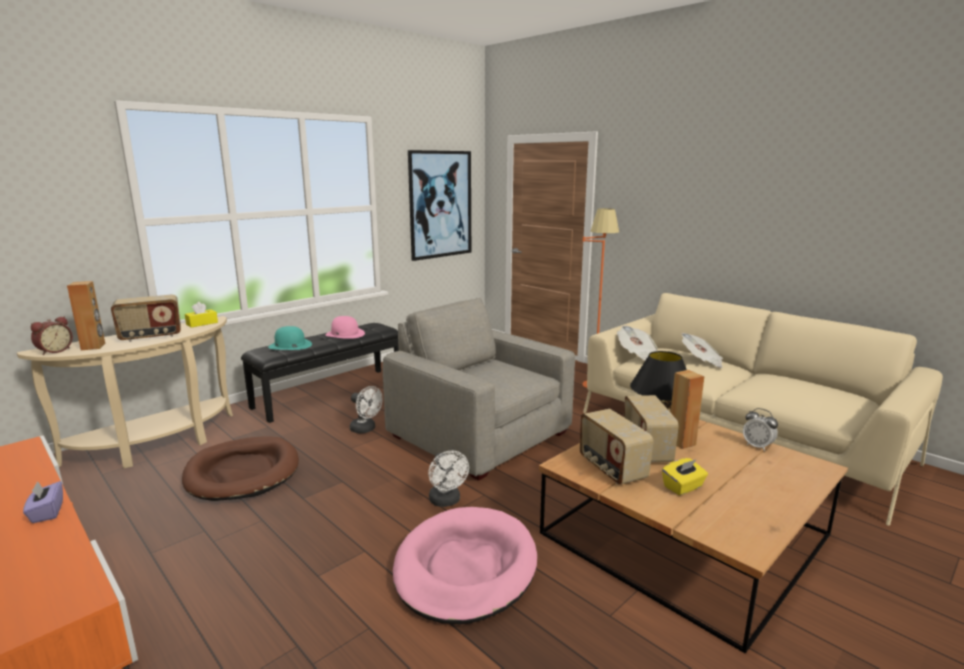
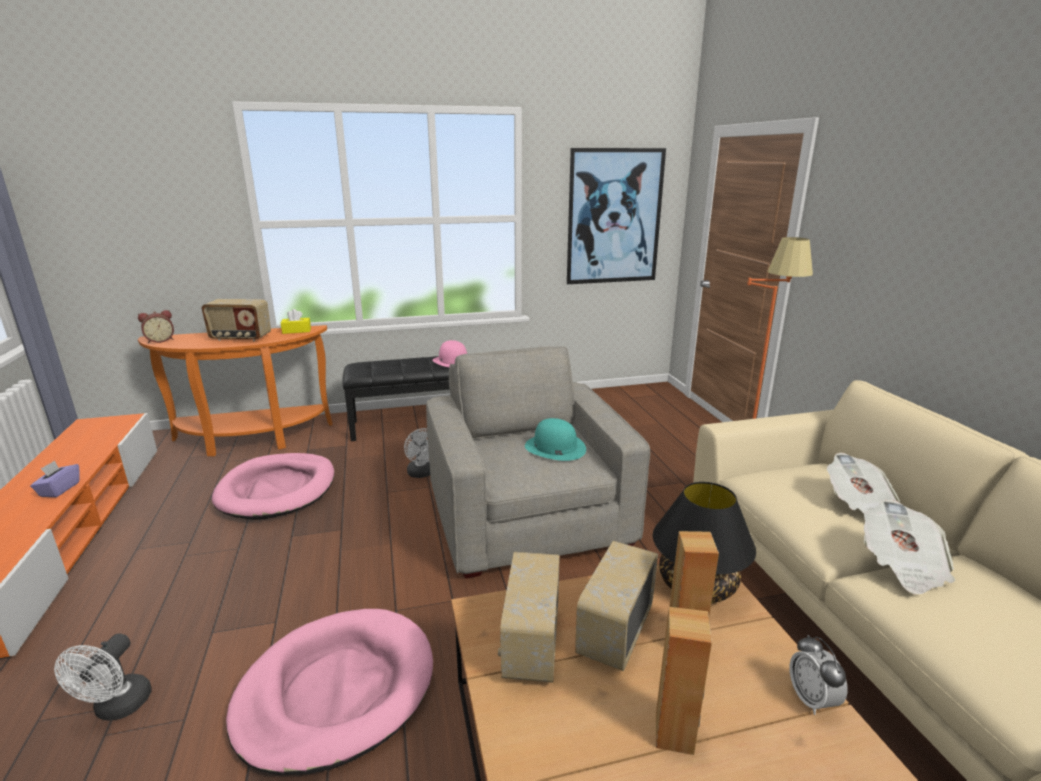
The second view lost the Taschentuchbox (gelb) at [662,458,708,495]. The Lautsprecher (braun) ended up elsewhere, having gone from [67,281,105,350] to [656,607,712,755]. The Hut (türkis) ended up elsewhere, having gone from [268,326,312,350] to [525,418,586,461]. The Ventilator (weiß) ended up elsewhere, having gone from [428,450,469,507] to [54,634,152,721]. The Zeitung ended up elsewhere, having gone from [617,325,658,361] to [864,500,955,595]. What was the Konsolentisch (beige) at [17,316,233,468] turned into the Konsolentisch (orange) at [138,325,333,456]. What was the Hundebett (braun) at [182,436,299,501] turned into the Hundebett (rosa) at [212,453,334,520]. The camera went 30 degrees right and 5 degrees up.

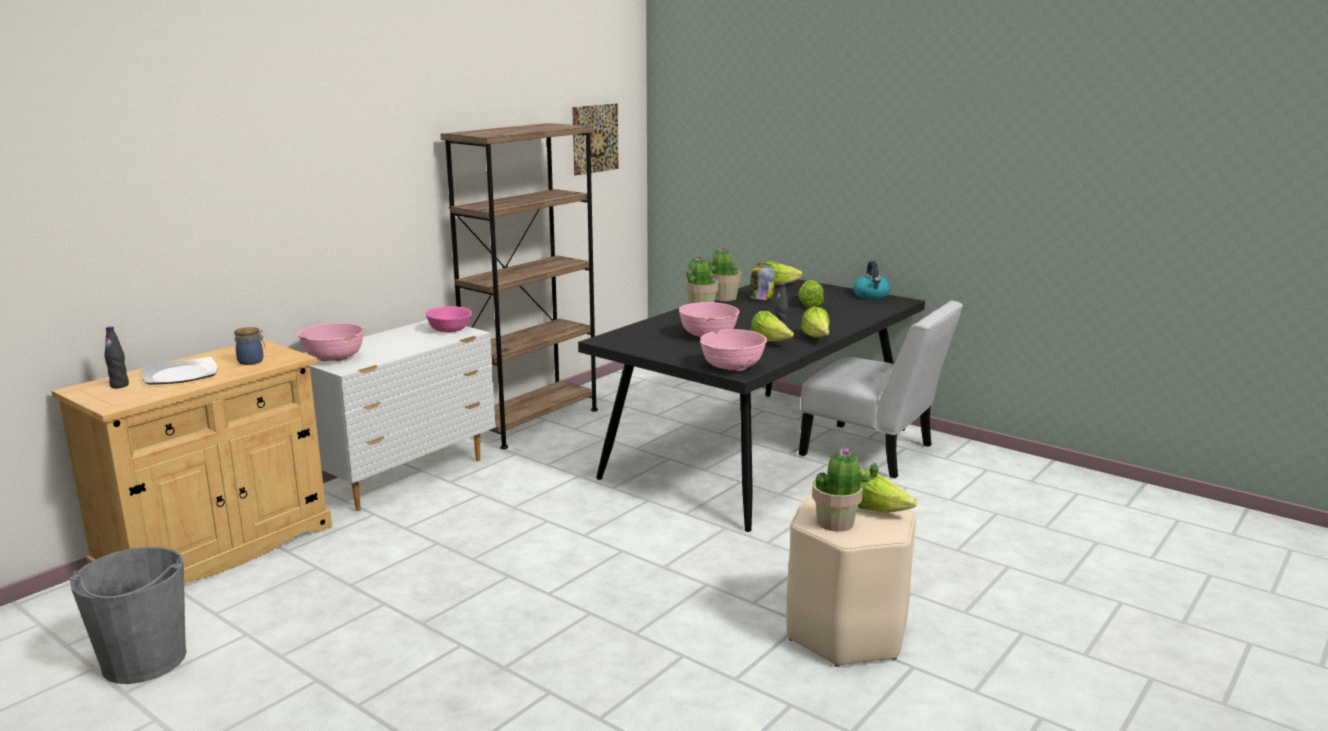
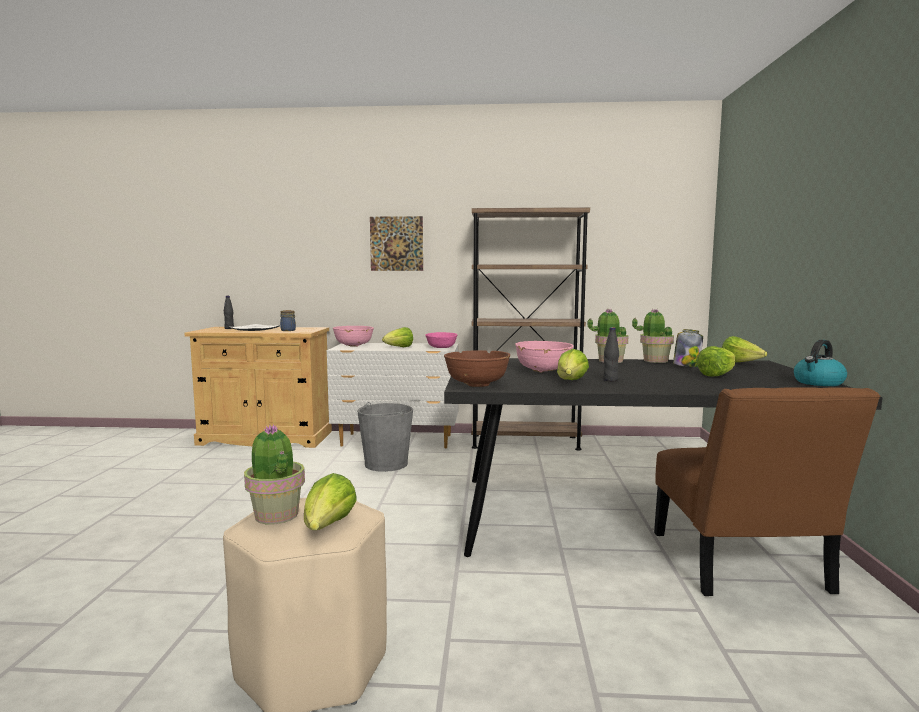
The Eimer (grau) ended up elsewhere, having gone from [70,547,187,684] to [357,402,413,472]. The Bild ended up elsewhere, having gone from [572,104,619,176] to [370,216,423,271]. The Salatkopf ended up elsewhere, having gone from [801,306,830,337] to [382,327,413,347]. What was the Schüssel (rosa) at [700,329,767,372] turned into the Schüssel (braun) at [444,350,510,387]. What was the Stuhl (weiß) at [799,301,963,479] turned into the Stuhl (braun) at [654,387,880,596]. The camera went 55 degrees right and 10 degrees down.

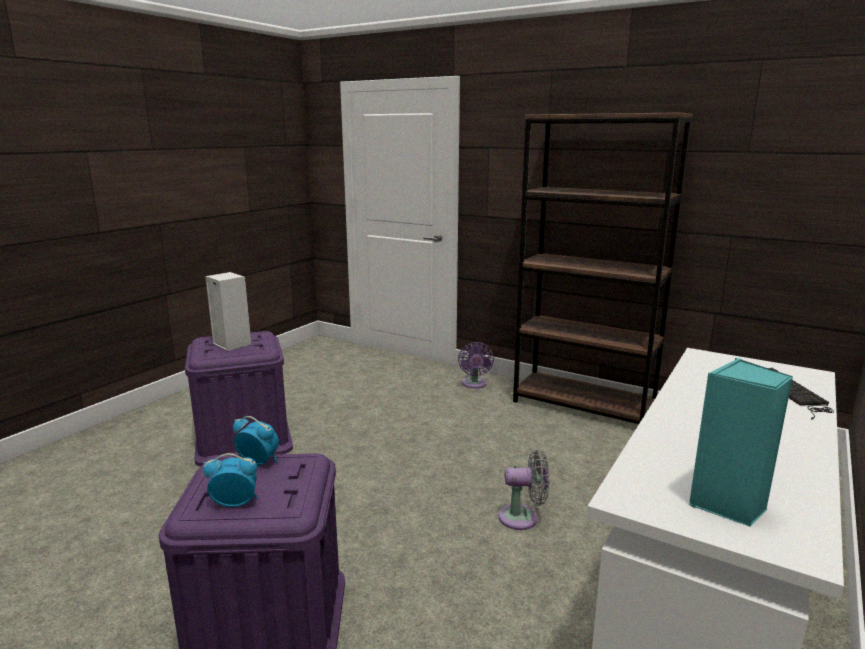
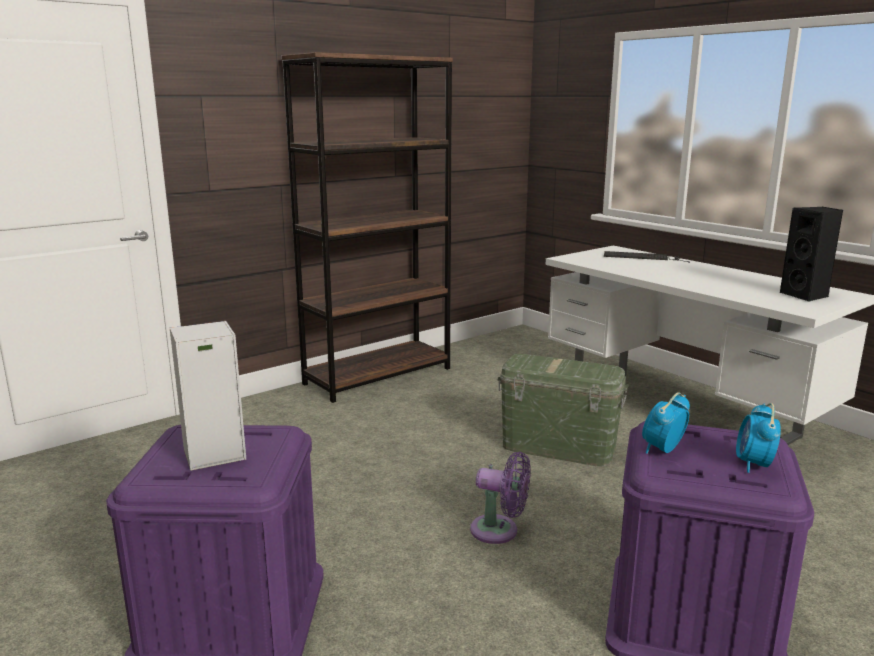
The Ventilator (lila) ended up elsewhere, having gone from [458,342,494,388] to [470,452,531,544]. Where the Ventilator (grau) stood at [498,450,549,530], the Aufbewahrungsbox (grün) came to stand at [498,354,628,467]. What was the Lautsprecher (türkis) at [689,358,793,527] turned into the Lautsprecher (schwarz) at [780,207,843,302]. The camera went 70 degrees left and 0 degrees up.

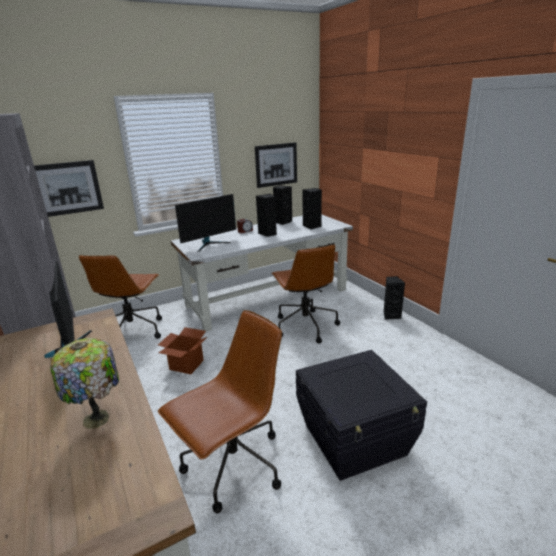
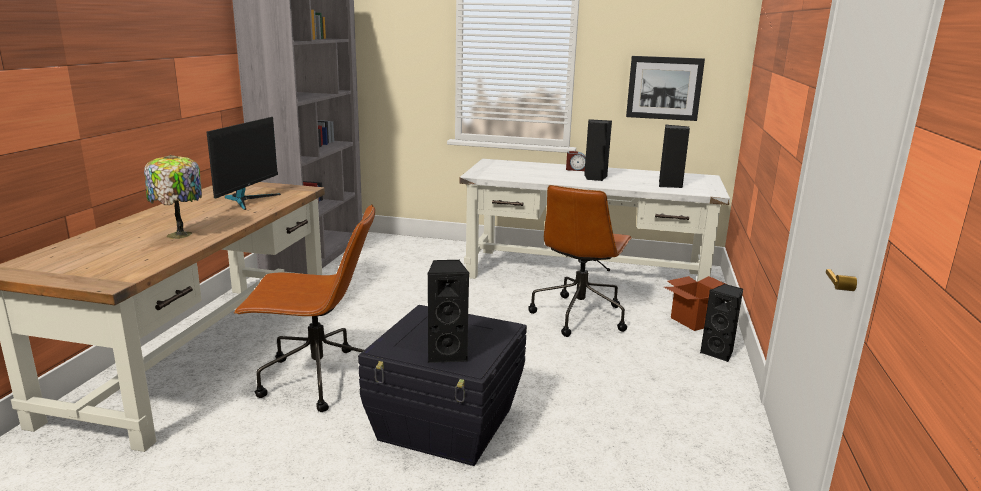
The second view lost the Bild at [34,160,104,217]. The second view lost the Bürostuhl (braun) at [79,255,162,339]. The second view lost the Monitor at [175,194,236,252]. The Karton ended up elsewhere, having gone from [158,327,207,374] to [664,276,728,331]. The Lautsprecher (schwarz) ended up elsewhere, having gone from [273,185,292,225] to [427,260,469,363]. The camera went 40 degrees right and 5 degrees down.

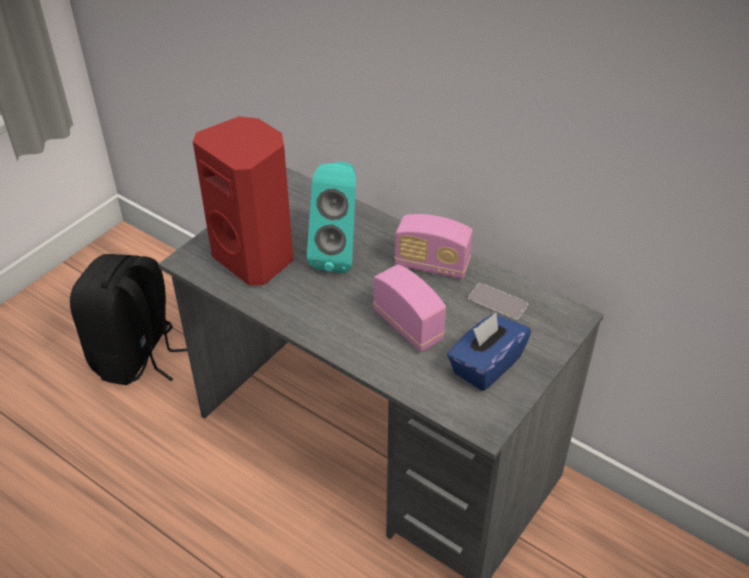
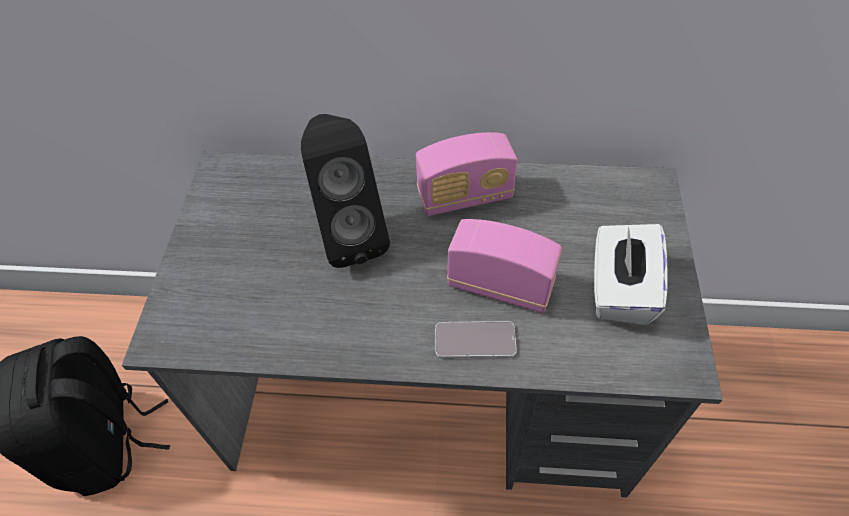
The second view lost the Lautsprecher (rot) at [193,116,294,286]. The Handy ended up elsewhere, having gone from [468,283,528,320] to [435,321,517,358]. What was the Lautsprecher (türkis) at [307,162,356,273] turned into the Lautsprecher (schwarz) at [301,114,390,268]. What was the Taschentuchbox (blau) at [447,312,531,391] turned into the Taschentuchbox (weiß) at [594,224,668,325]. The camera went 30 degrees left and 10 degrees up.

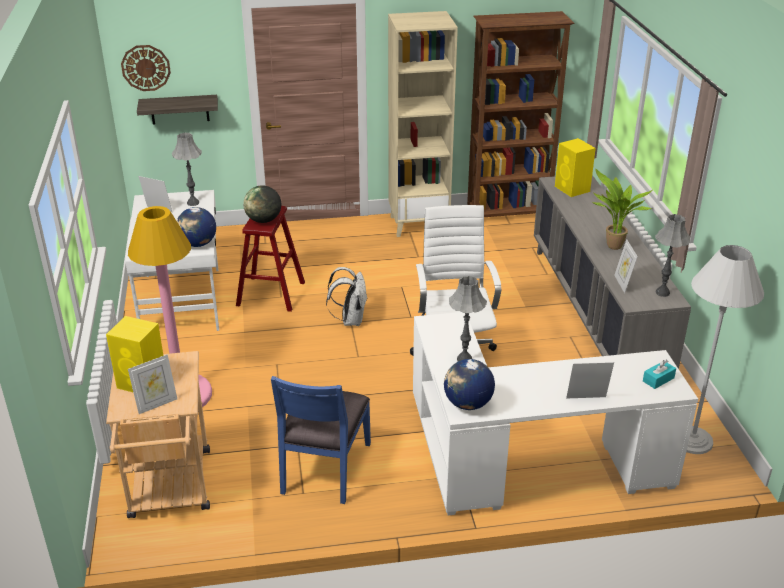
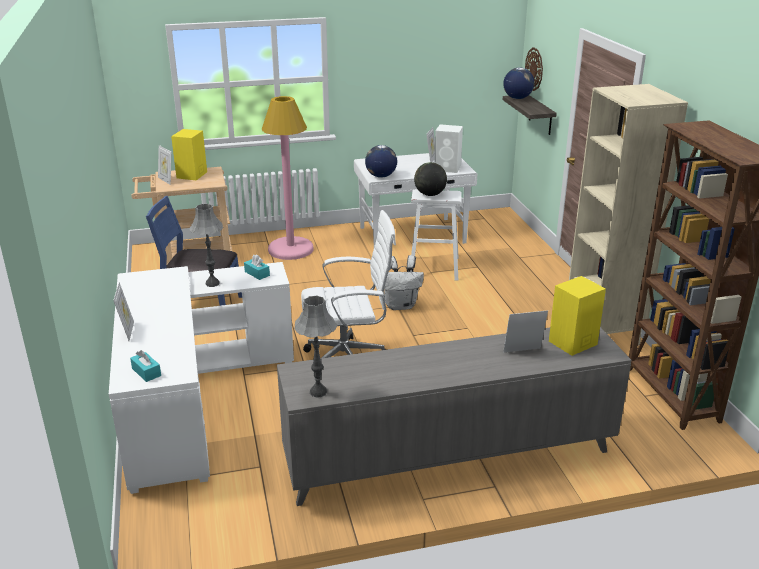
The second view lost the Topfpflanze at [591,169,652,250]. The second view lost the Stehlampe (weiß) at [686,245,764,454]. The second view gained the Taschentuchbox (türkis) at [244,254,270,280]. The Globus ended up elsewhere, having gone from [444,359,495,410] to [503,67,535,99]. The Bilderrahmen ended up elsewhere, having gone from [614,239,638,293] to [503,310,548,353]. Where the Tischlampe (grau) stood at [172,132,202,206], the Lautsprecher (weiß) came to stand at [434,124,463,173]. What was the Hocker (rot) at [236,206,305,312] turned into the Hocker (weiß) at [411,189,462,281]. The camera went 85 degrees right and 5 degrees down.

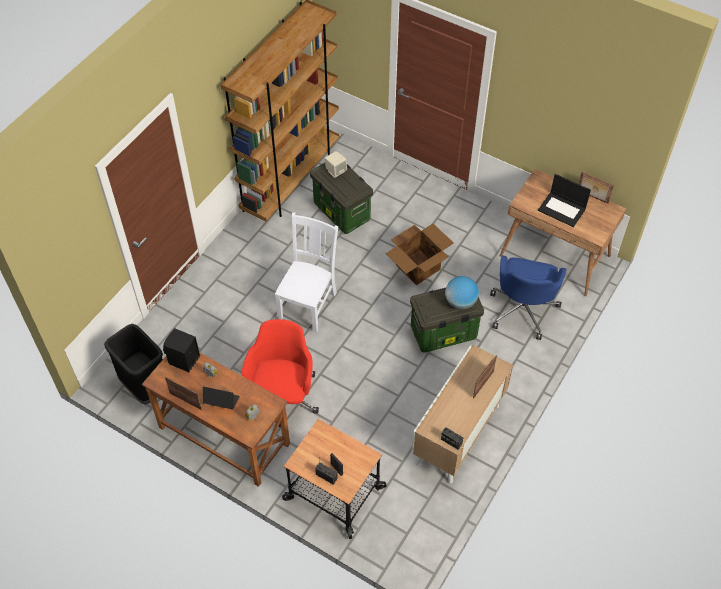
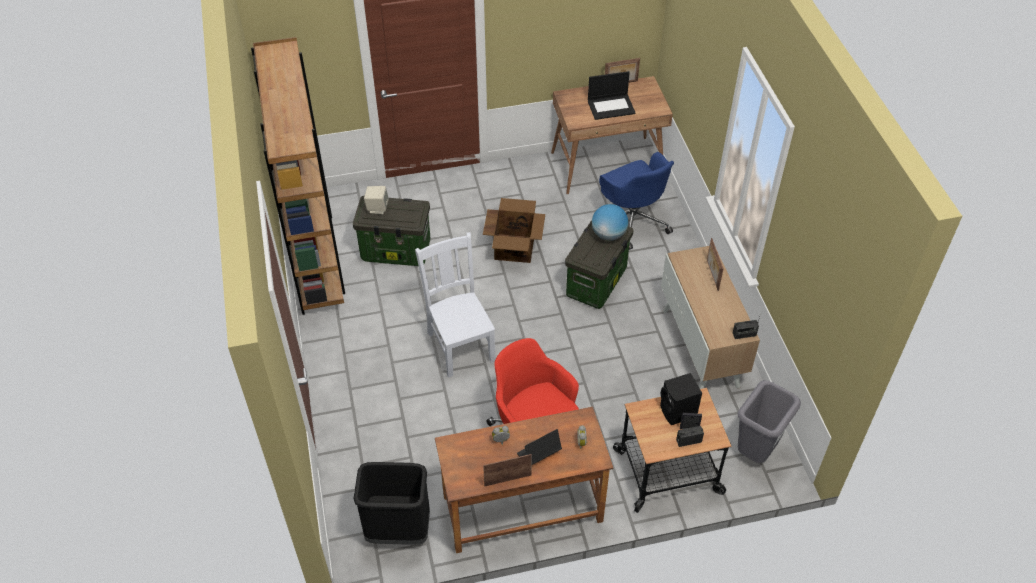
The second view gained the Mülleimer (grau) at [737,380,801,463]. The Lautsprecher (schwarz) ended up elsewhere, having gone from [163,328,200,372] to [660,373,702,425]. The camera went 45 degrees left and 5 degrees down.

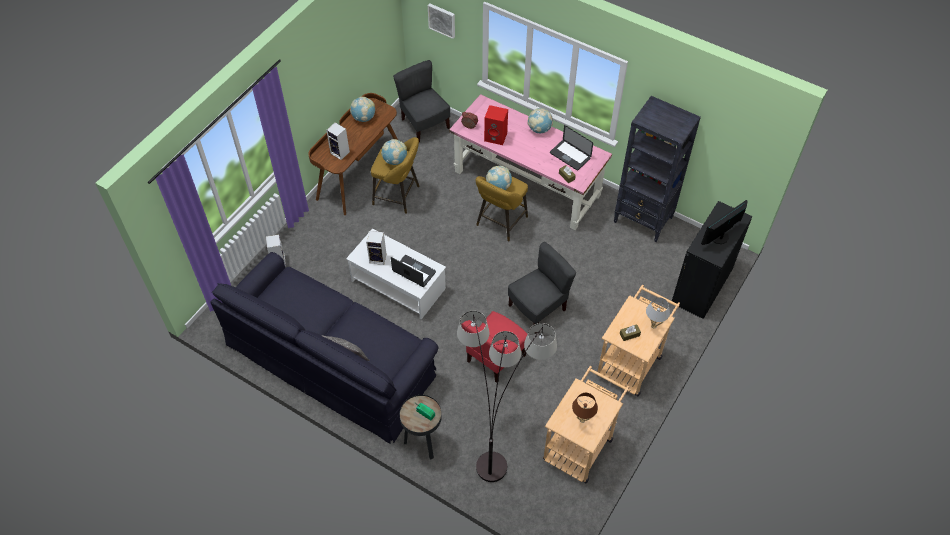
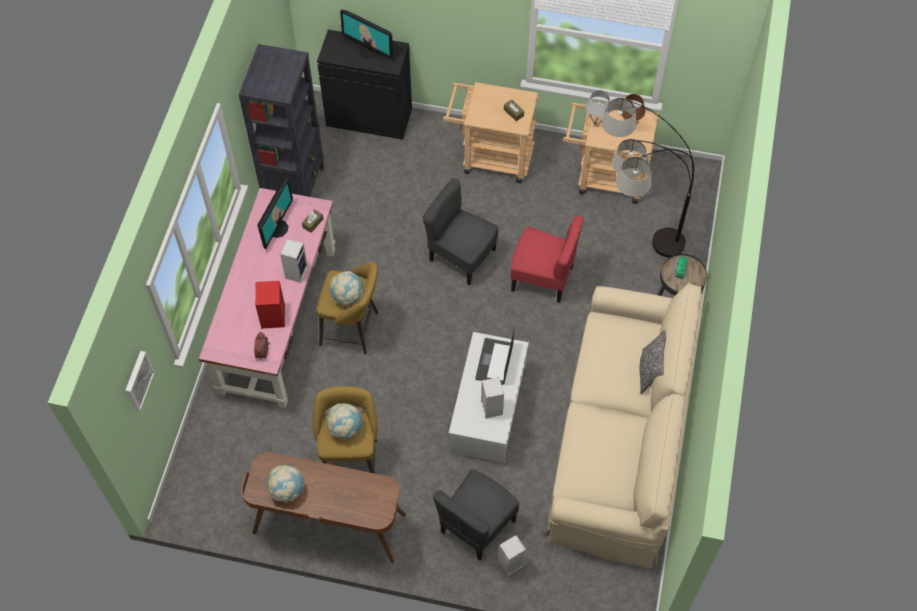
The second view lost the Globus at [528,108,553,133]. The Lautsprecher ended up elsewhere, having gone from [326,122,350,160] to [280,239,308,283]. The Stuhl (grau) ended up elsewhere, having gone from [393,60,450,142] to [433,470,519,560]. The Tischlampe (weiß) ended up elsewhere, having gone from [646,297,670,328] to [586,90,611,127]. Where the Laptop stood at [550,125,593,170], the Monitor came to stand at [257,179,293,249]. What was the Sofa (schwarz) at [210,252,438,444] turned into the Sofa (beige) at [544,283,703,568]. The camera went 110 degrees left and 5 degrees up.

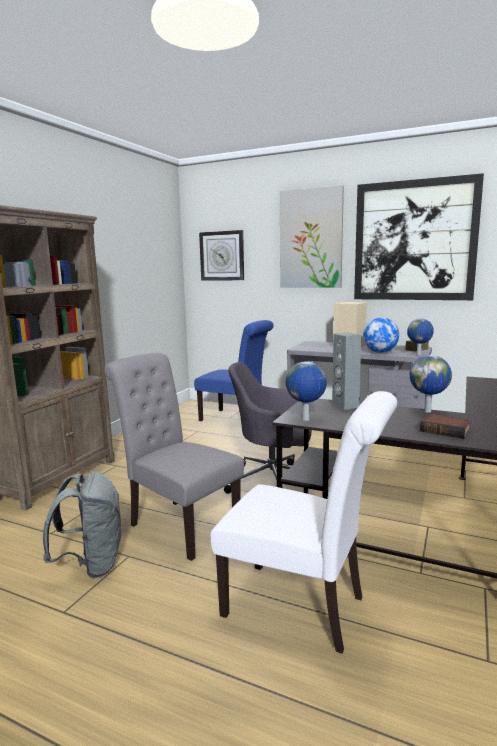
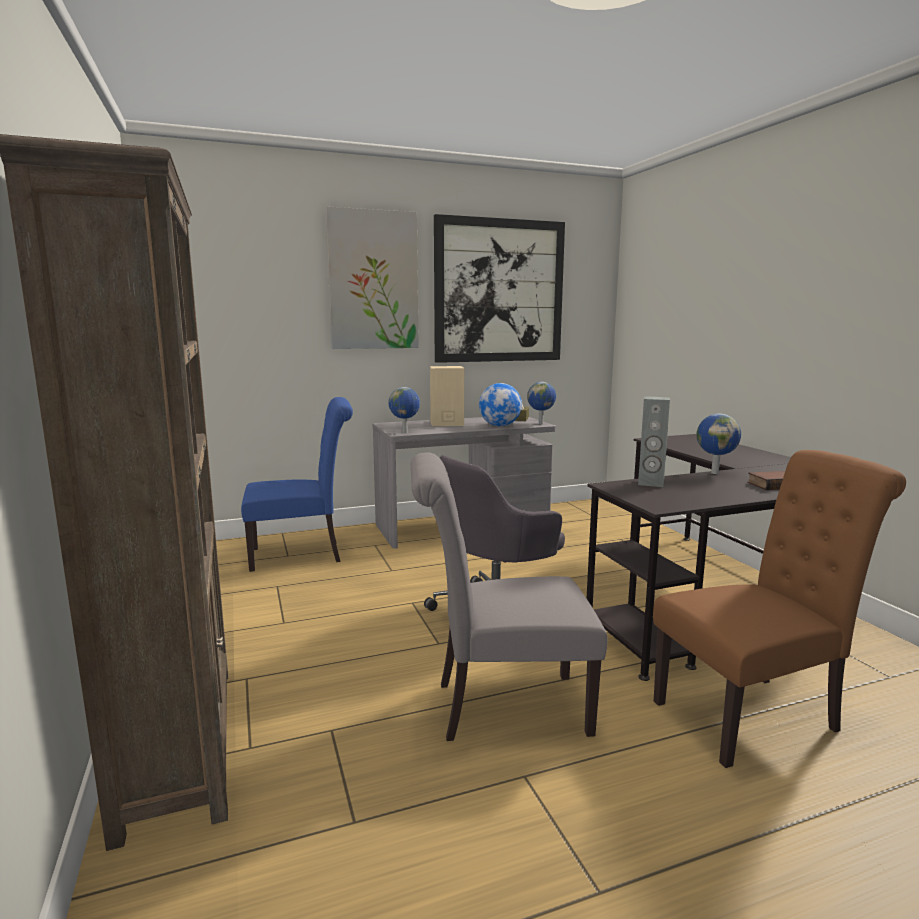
The second view lost the Rucksack (grau) at [43,471,121,578]. The second view lost the Wanduhr at [199,230,244,281]. The Globus ended up elsewhere, having gone from [286,361,327,421] to [388,387,420,433]. What was the Stuhl (weiß) at [210,391,397,654] turned into the Stuhl (braun) at [653,450,906,768]. The camera went 45 degrees left and 0 degrees up.

